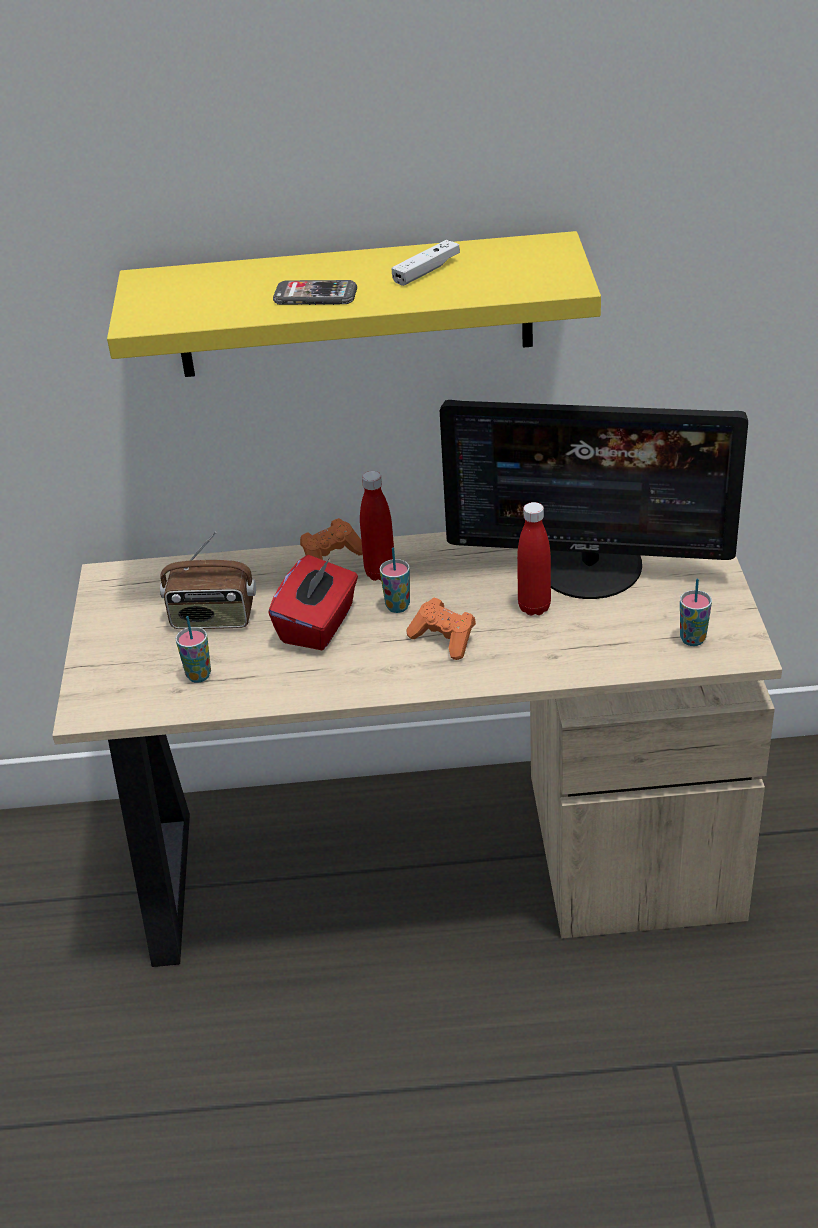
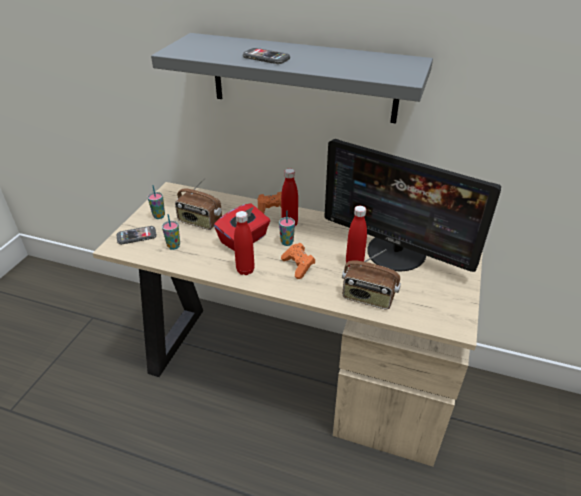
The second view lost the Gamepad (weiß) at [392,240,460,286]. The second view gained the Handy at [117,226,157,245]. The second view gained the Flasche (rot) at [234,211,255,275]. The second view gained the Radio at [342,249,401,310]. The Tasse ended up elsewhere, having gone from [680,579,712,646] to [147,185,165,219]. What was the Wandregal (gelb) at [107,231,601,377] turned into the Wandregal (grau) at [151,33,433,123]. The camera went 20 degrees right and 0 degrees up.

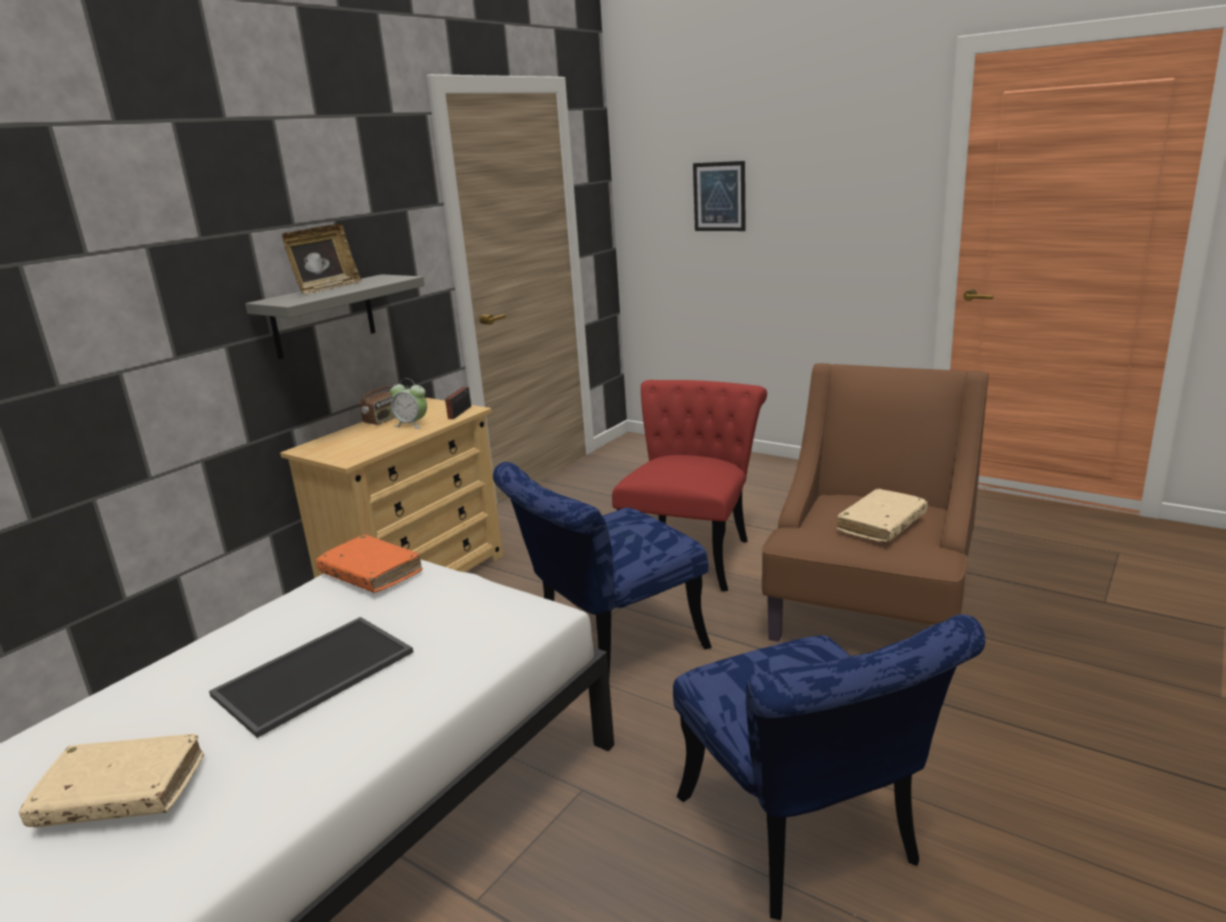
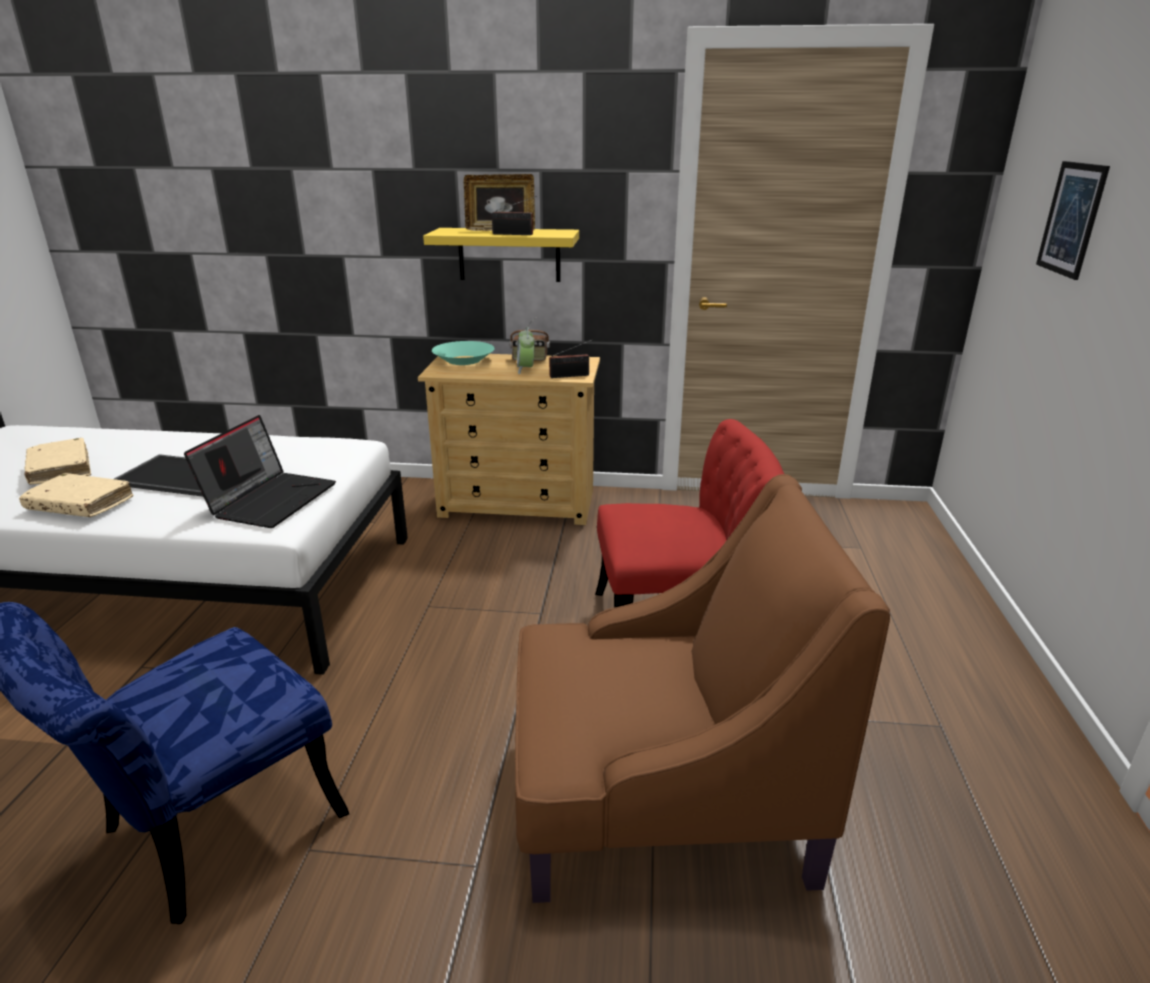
The second view lost the Buch (orange) at [316,535,423,593]. The second view lost the Stuhl (blau) at [493,462,712,676]. The second view gained the Laptop at [184,415,336,528]. The second view gained the Schüssel (türkis) at [432,341,495,365]. The second view gained the Radio at [492,196,537,235]. The Buch (beige) ended up elsewhere, having gone from [837,489,928,543] to [19,473,134,517]. What was the Wandregal (grau) at [245,274,425,359] turned into the Wandregal (gelb) at [423,228,579,282]. The camera went 60 degrees right and 5 degrees up.

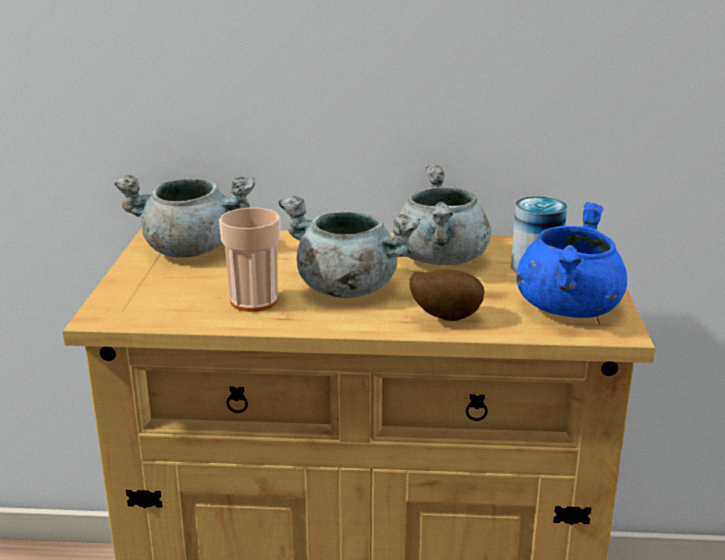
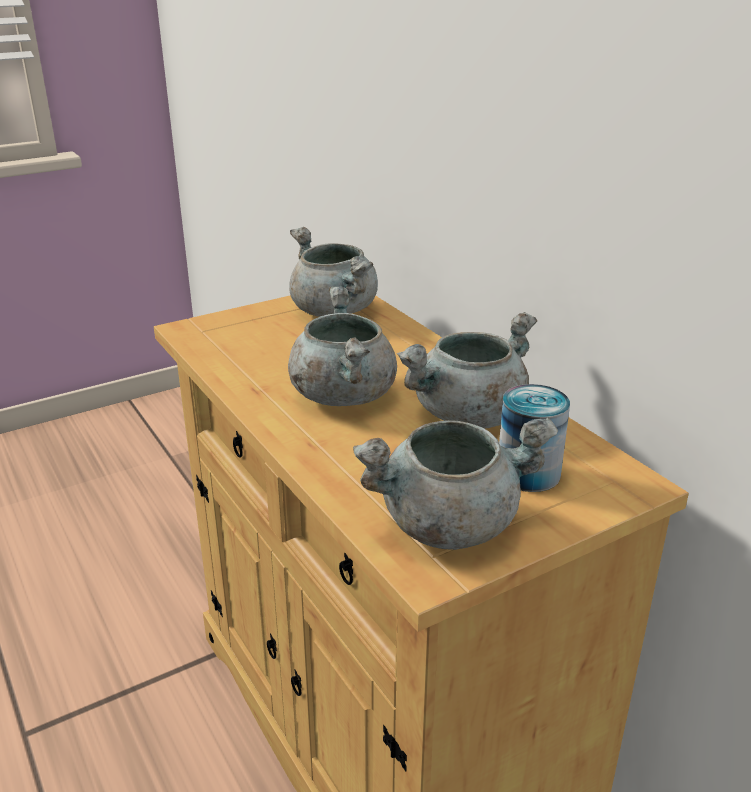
The second view lost the Tasse at [219,208,280,312]. The second view lost the Kartoffel at [409,269,485,321]. What was the Kochtopf (blau) at [516,202,627,318] turned into the Kochtopf (grau) at [353,417,558,550]. The camera went 55 degrees right and 5 degrees up.

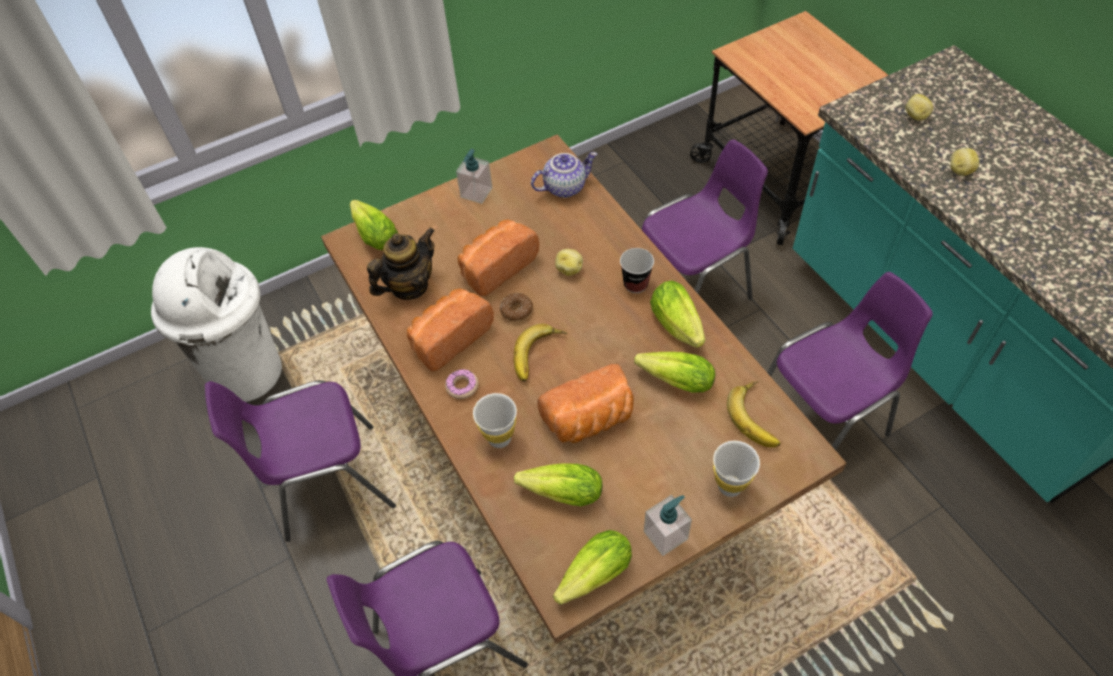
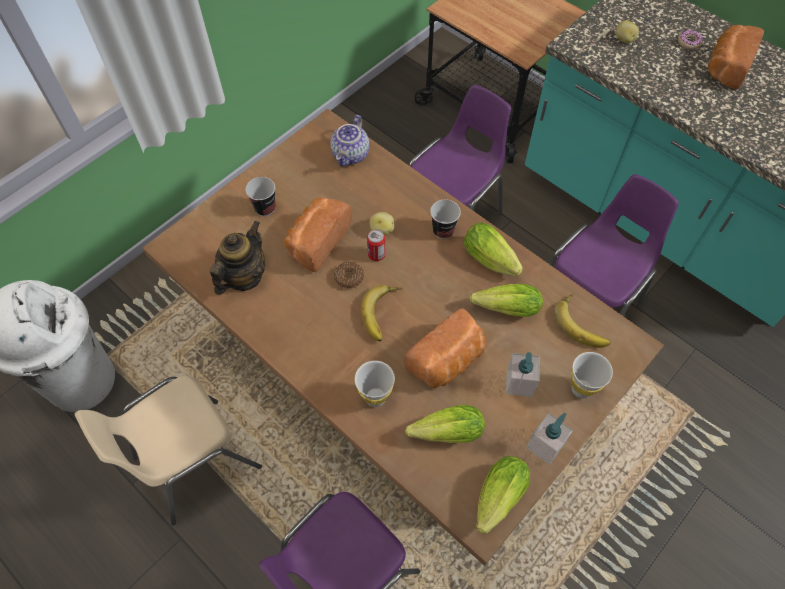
The second view lost the Salatkopf at [350,200,398,250]. The second view lost the Kartoffel at [950,148,979,176]. The second view gained the Tasse at [246,177,276,216]. The second view gained the Dose at [367,230,385,261]. The Brot ended up elsewhere, having gone from [407,289,494,371] to [708,25,764,90]. The Donut ended up elsewhere, having gone from [445,369,479,399] to [678,30,703,50]. The Seifenspender ended up elsewhere, having gone from [456,149,493,204] to [506,352,540,397]. What was the Stuhl (lila) at [205,380,396,542] turned into the Stuhl (beige) at [75,376,262,526]. The Teekanne at [531,152,597,198] ended up facing another way, 150 degrees clockwise from before. The camera went 20 degrees left and 5 degrees up.

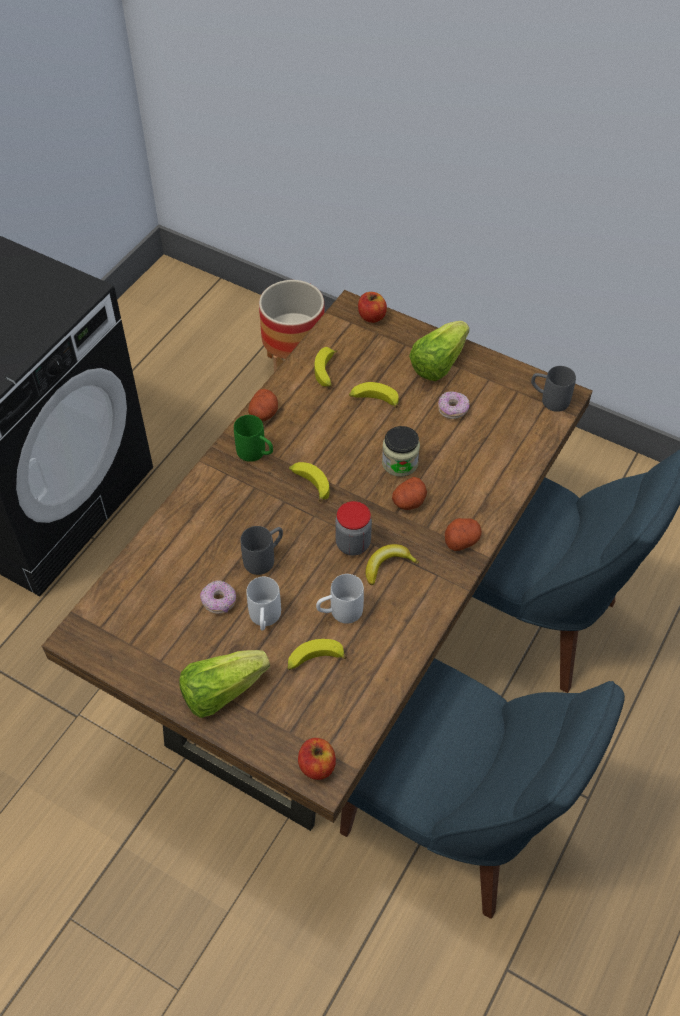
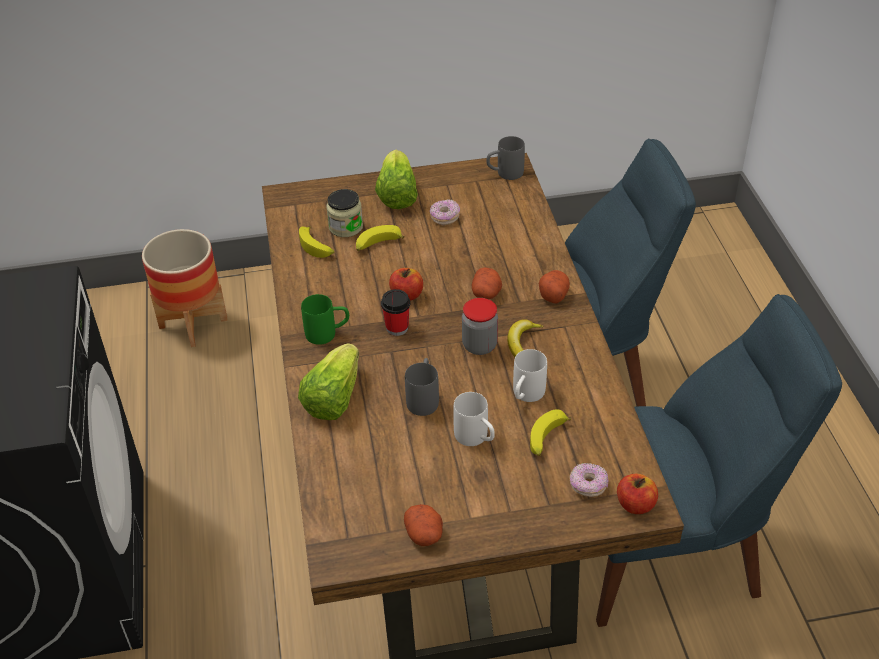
The Salatkopf ended up elsewhere, having gone from [179,650,270,718] to [298,343,359,420]. The Donut ended up elsewhere, having gone from [200,580,236,614] to [570,463,609,497]. The Kartoffel ended up elsewhere, having gone from [248,389,278,421] to [404,504,443,546]. The Apfel ended up elsewhere, having gone from [358,292,387,323] to [389,268,423,301]. The Vorratsglas ended up elsewhere, having gone from [382,426,420,477] to [326,189,363,237]. Where the Banane stood at [289,462,329,502], the Tasse came to stand at [381,289,410,336]. The camera went 40 degrees left and 10 degrees down.

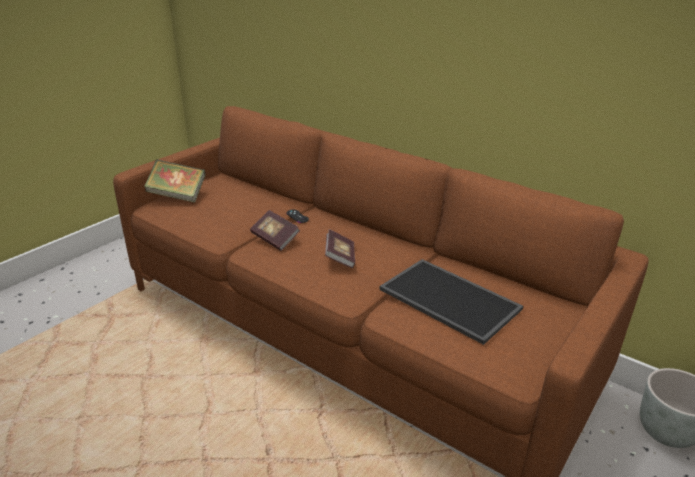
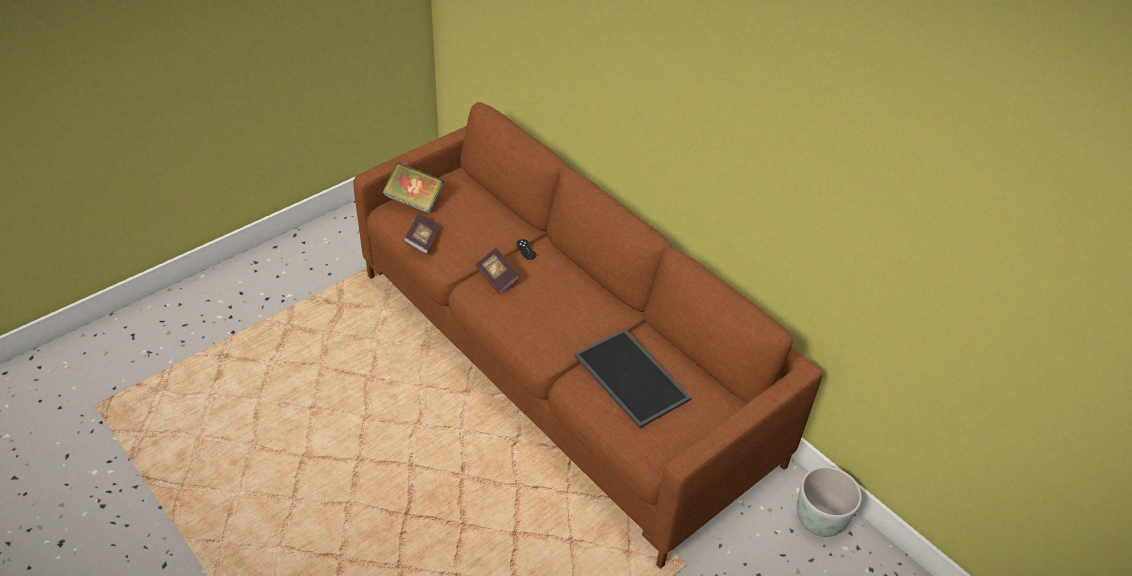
The Buch ended up elsewhere, having gone from [325,229,355,268] to [403,213,440,254]. The camera went 10 degrees right and 15 degrees up.

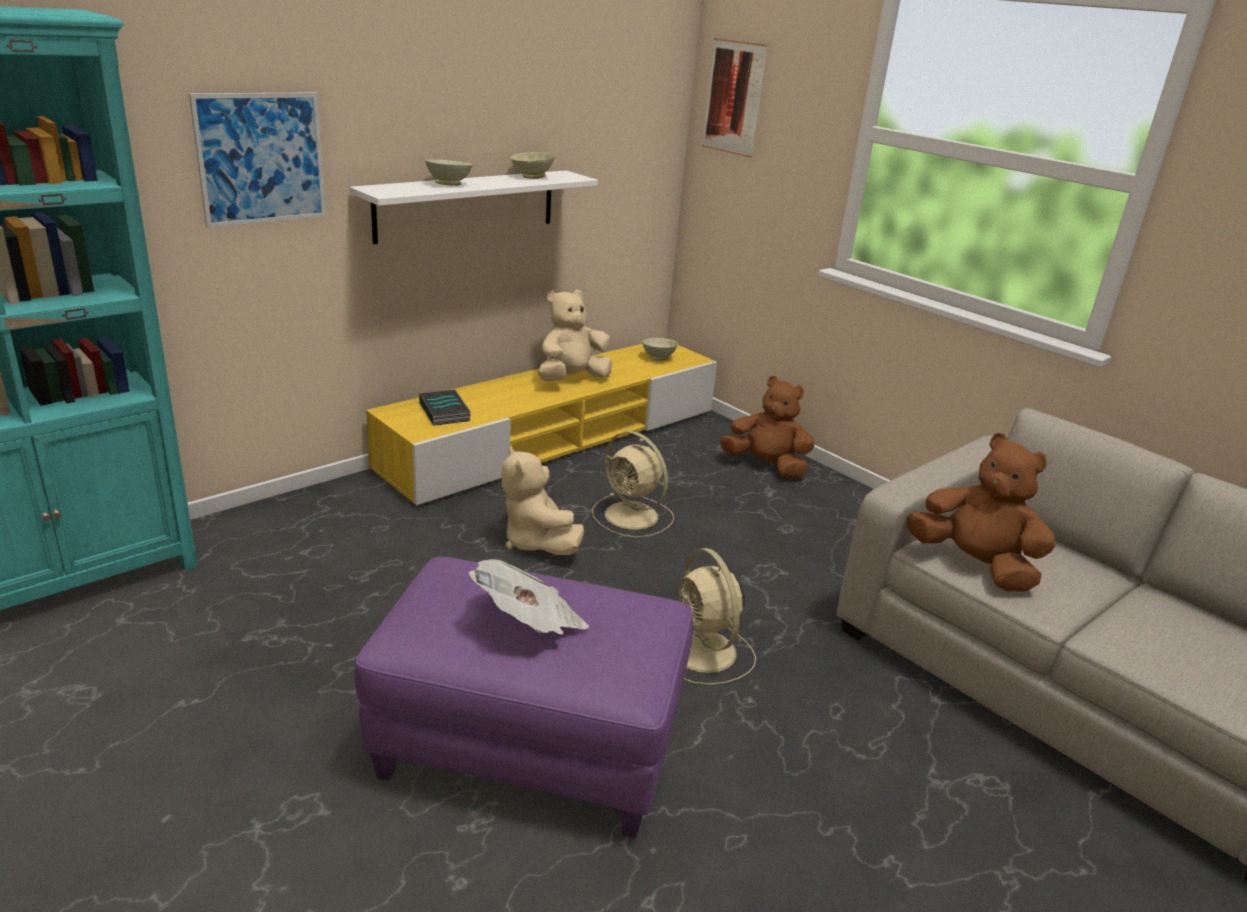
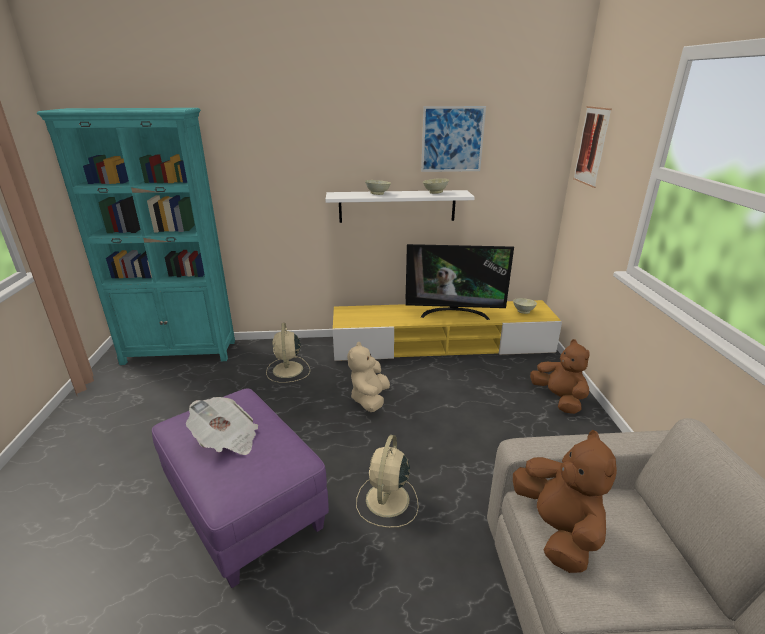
The second view lost the Buch at [419,390,471,426]. The Bild ended up elsewhere, having gone from [189,93,326,228] to [421,106,486,172]. The Ventilator (beige) ended up elsewhere, having gone from [592,431,674,538] to [266,323,310,383]. Where the Plüschtier (beige) stood at [539,290,612,381], the Fernseher came to stand at [405,244,514,320]. The camera went 40 degrees right and 0 degrees up.

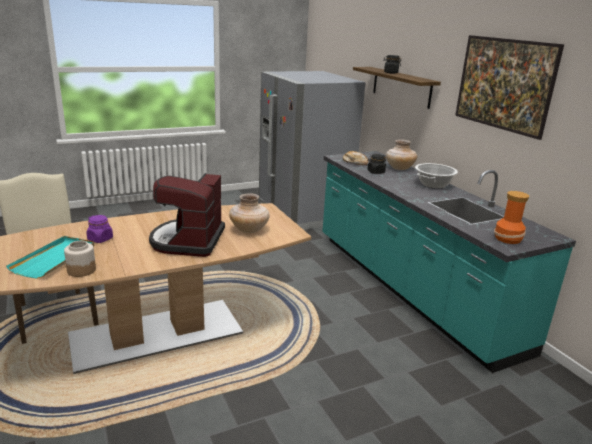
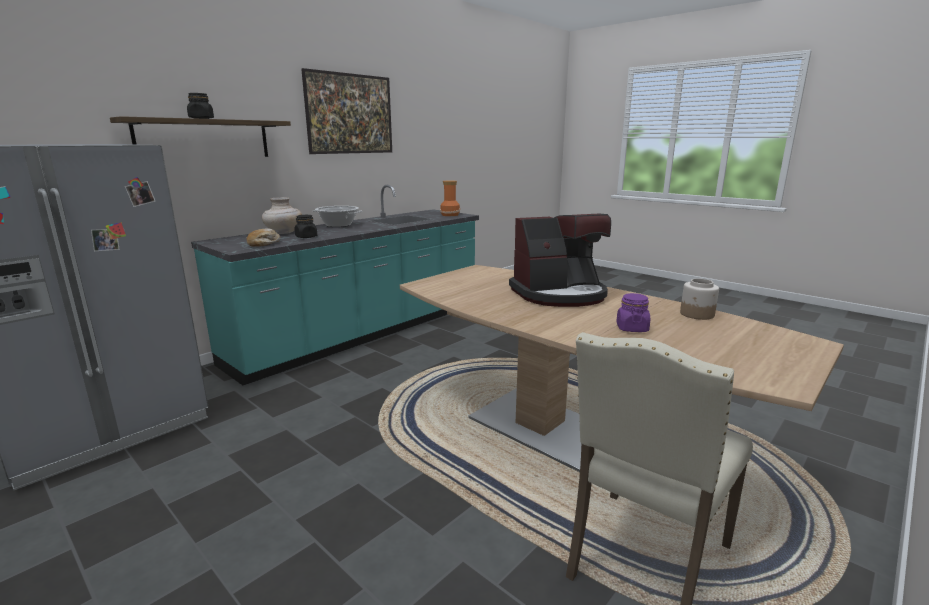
The second view lost the Tablett (türkis) at [6,236,94,279]. The second view lost the Vase (beige) at [229,193,270,233]. The camera went 110 degrees left and 5 degrees down.

